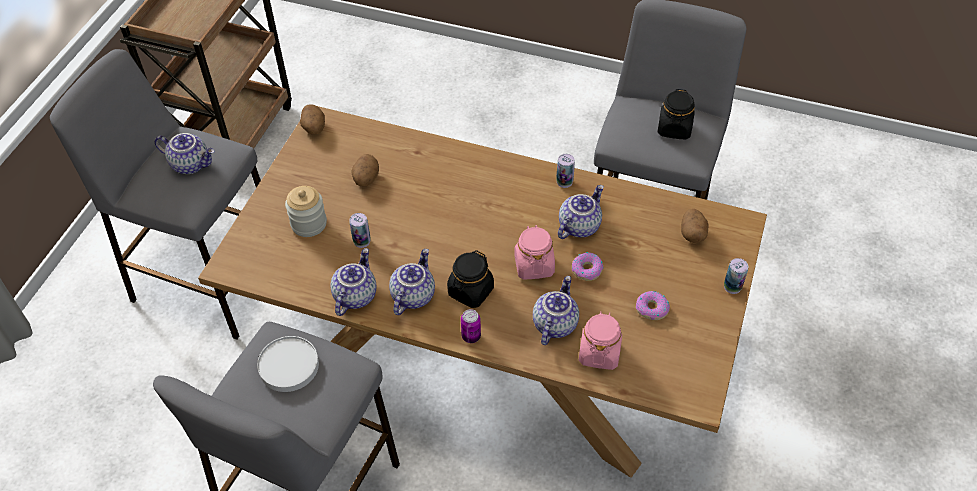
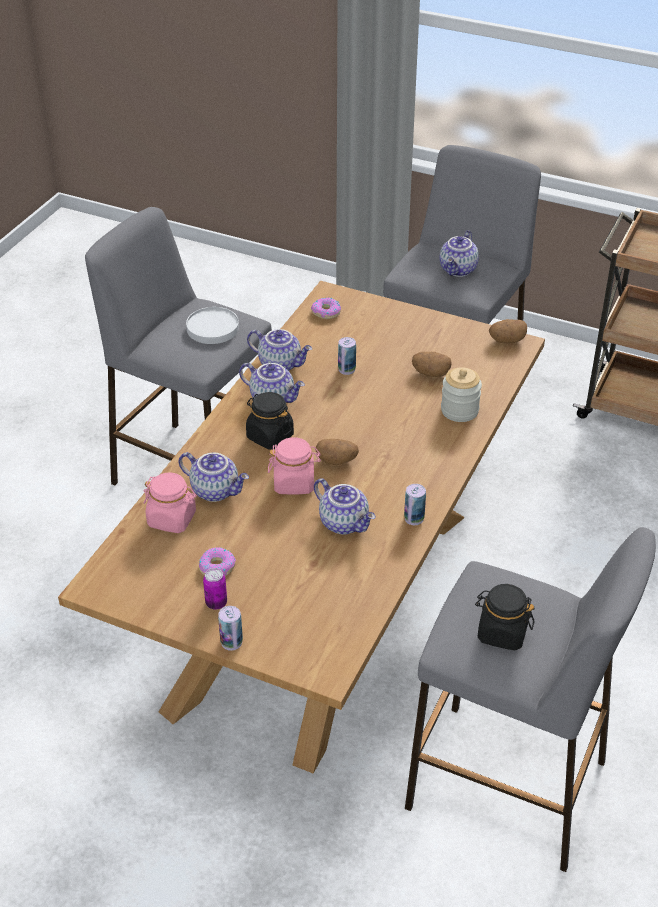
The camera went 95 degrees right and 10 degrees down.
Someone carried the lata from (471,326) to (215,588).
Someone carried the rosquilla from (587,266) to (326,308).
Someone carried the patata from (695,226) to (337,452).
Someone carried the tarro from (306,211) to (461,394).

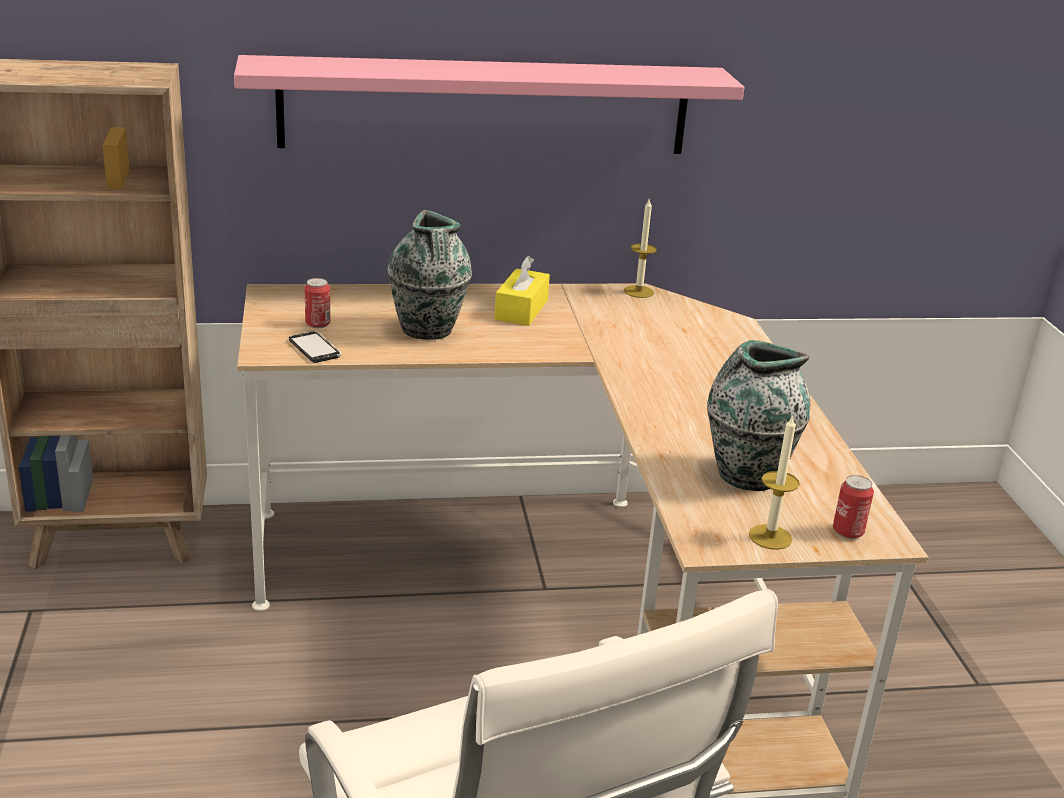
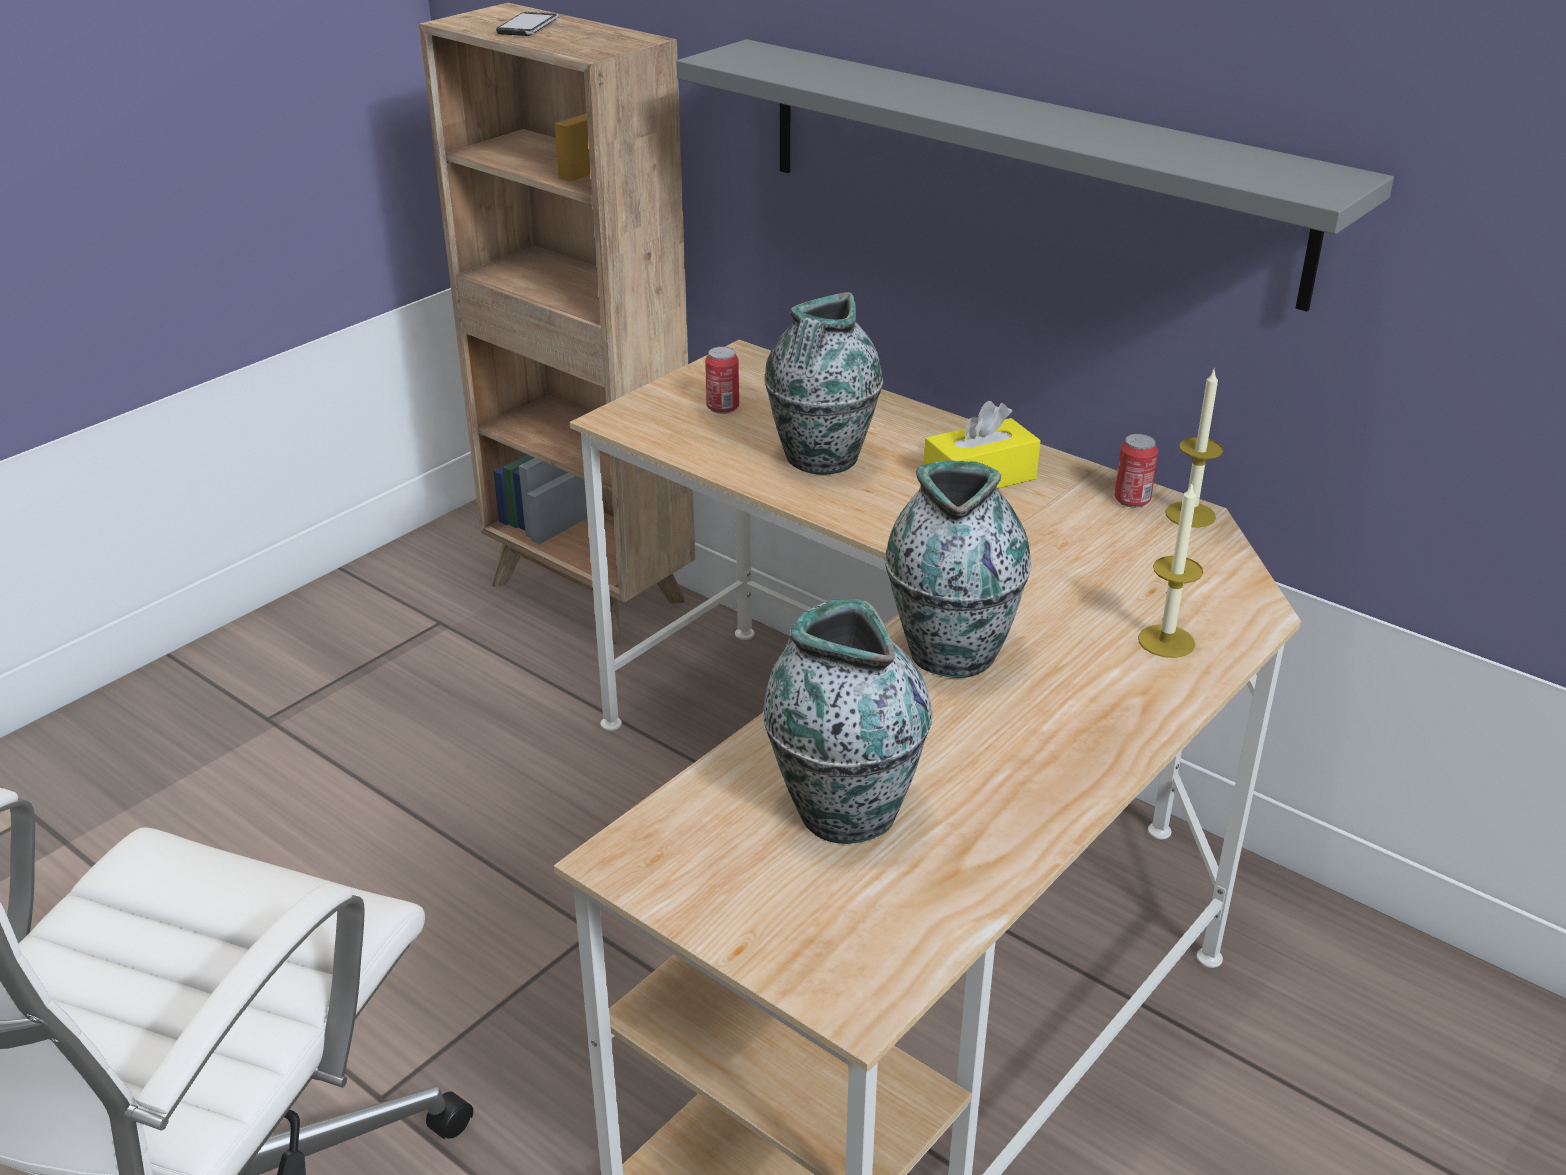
The camera went 50 degrees right and 5 degrees up.
Someone carried the móvil from (315,347) to (527,24).
Someone repainted the estante (rosa) at (489,104), which became the estante (gris) at (1035,175).
Someone put down the florero at (958,569).
Someone carried the lata from (853,507) to (1136,471).
Someone carried the vela from (774,482) to (1170,571).

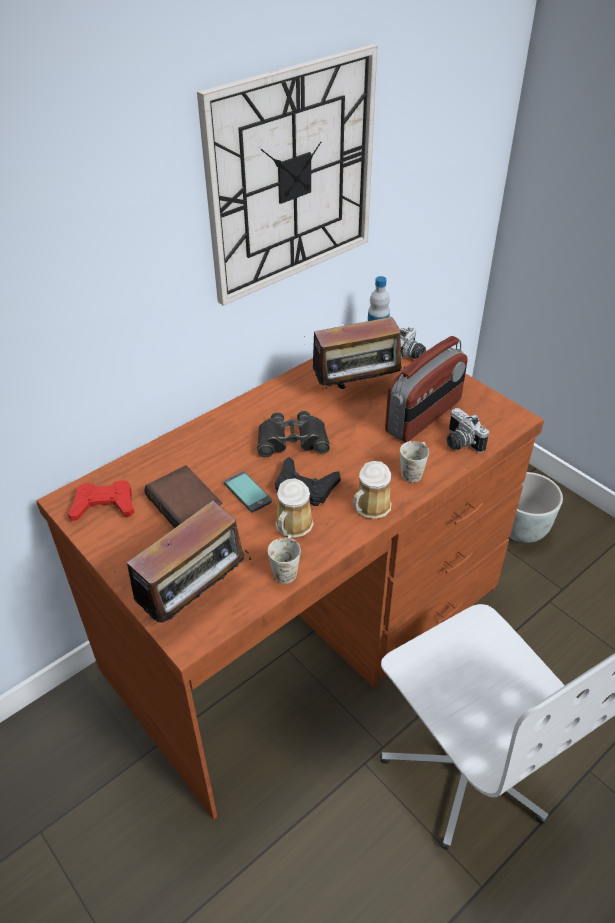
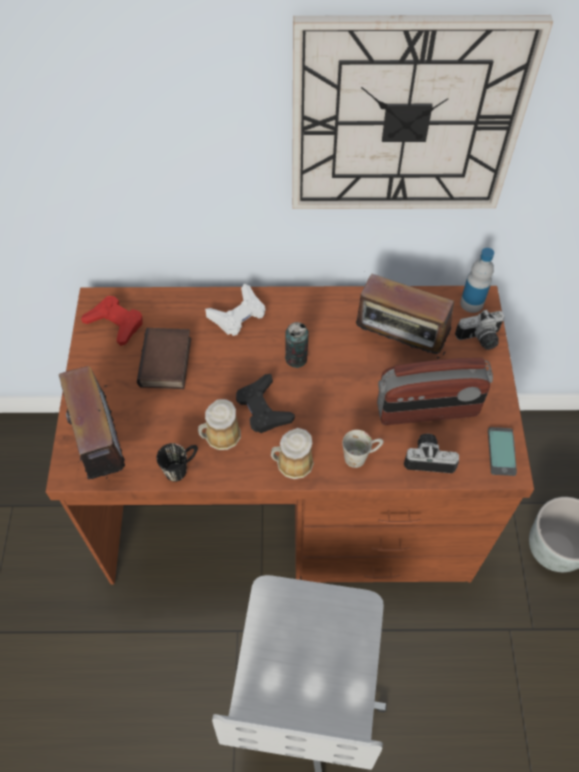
The camera went 40 degrees right and 15 degrees up.
Someone rotated the radio at (189,562) by 105 degrees counterclockwise.
Someone repainted the taza grande (blanco) at (284,559), which became the taza grande (negro) at (177,462).
Someone put down the mando de consola (blanco) at (235,309).
Someone swapped the prismáticos (negro) at (293,434) for the lata at (296,345).
Someone rotated the cámara at (467,430) by 90 degrees clockwise.
Someone carried the móvil from (248,492) to (502,451).

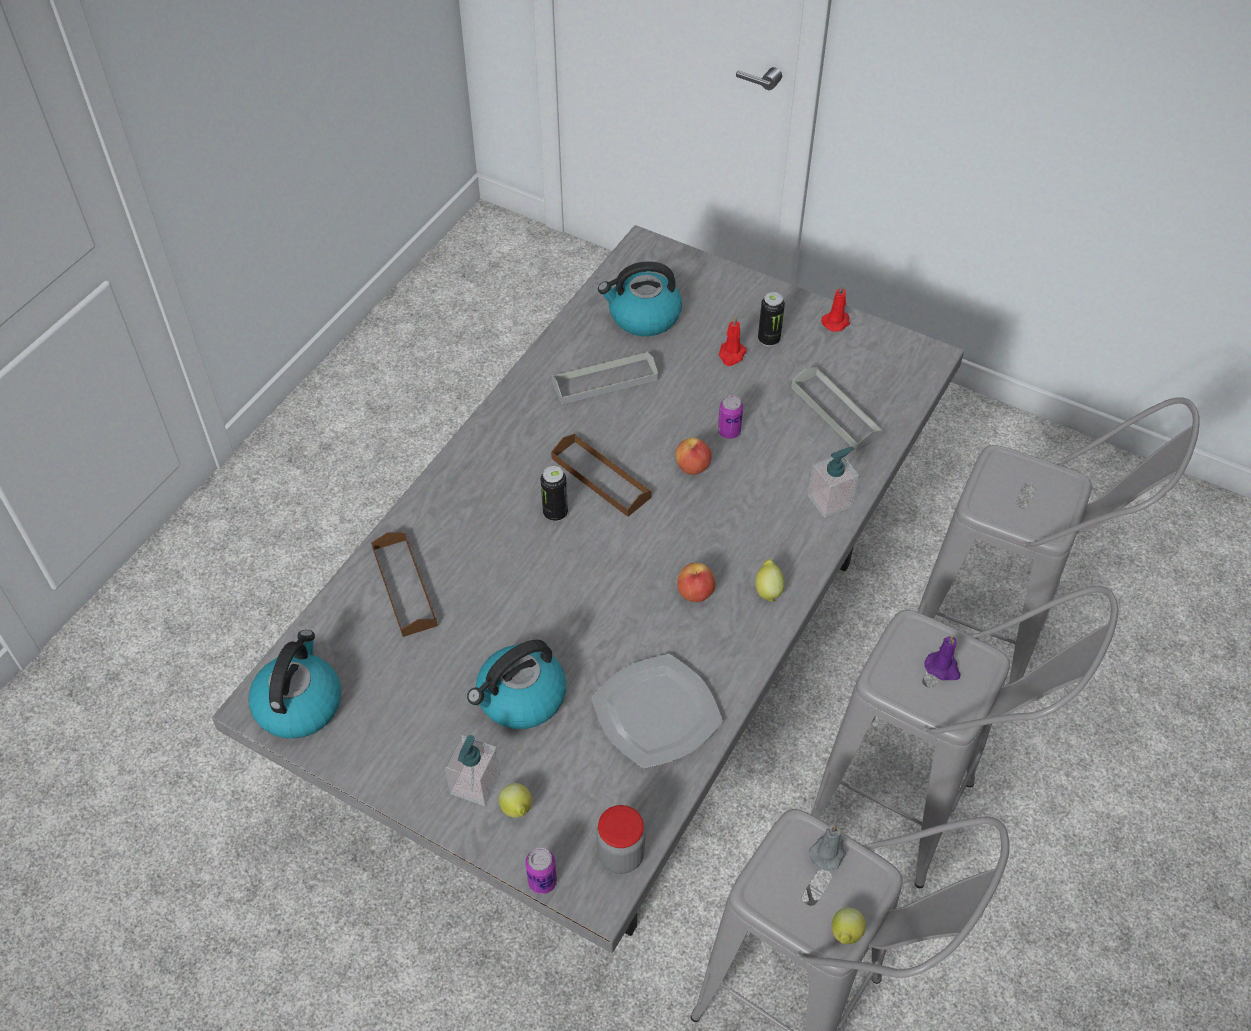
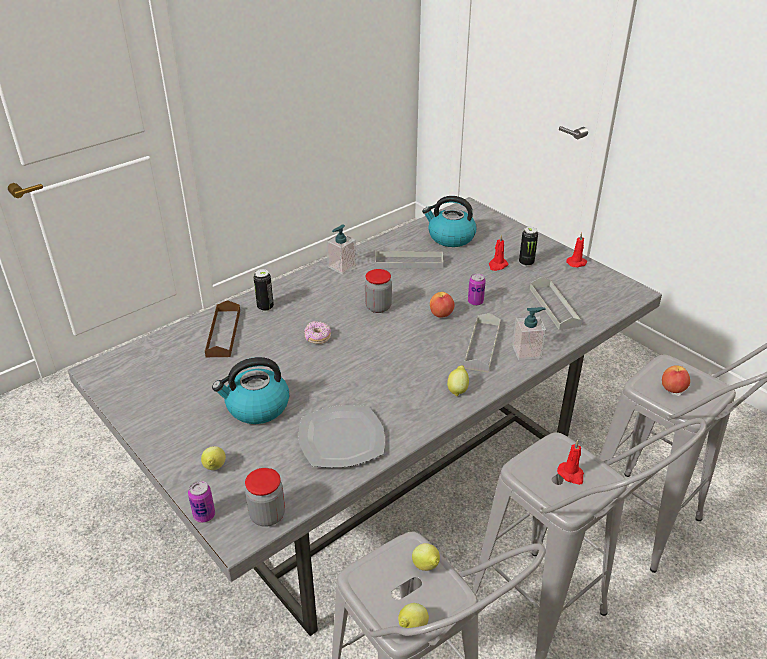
The camera went 20 degrees right and 15 degrees down.
Someone carried the lata from (554,493) to (264,290).
Someone put down the rosquilla at (317,332).
Someone carried the dispensador de jabón from (472,770) to (341,249).
Someone swapped the bandeja (marrón) at (601,475) for the tarro at (378,291).
Someone swapped the vela (gris) at (827,847) for the limón at (426,557).
Someone put down the bandeja (gris) at (482,343).
Someone repainted the vela (morado) at (942,657), which became the vela (rojo) at (570,462).
Someone carried the manzana from (696,582) to (676,379).
Someone took away the hervidor at (295,684).

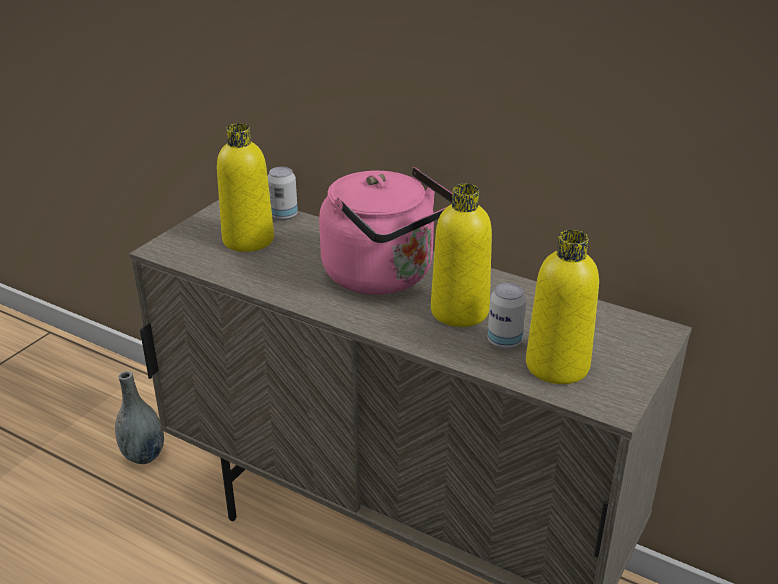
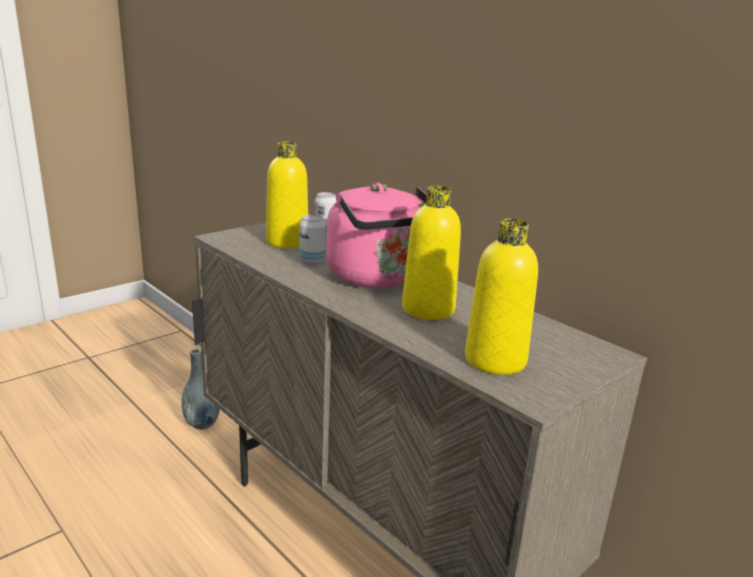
The camera went 15 degrees right and 10 degrees down.
Someone carried the lata from (506,316) to (312,239).

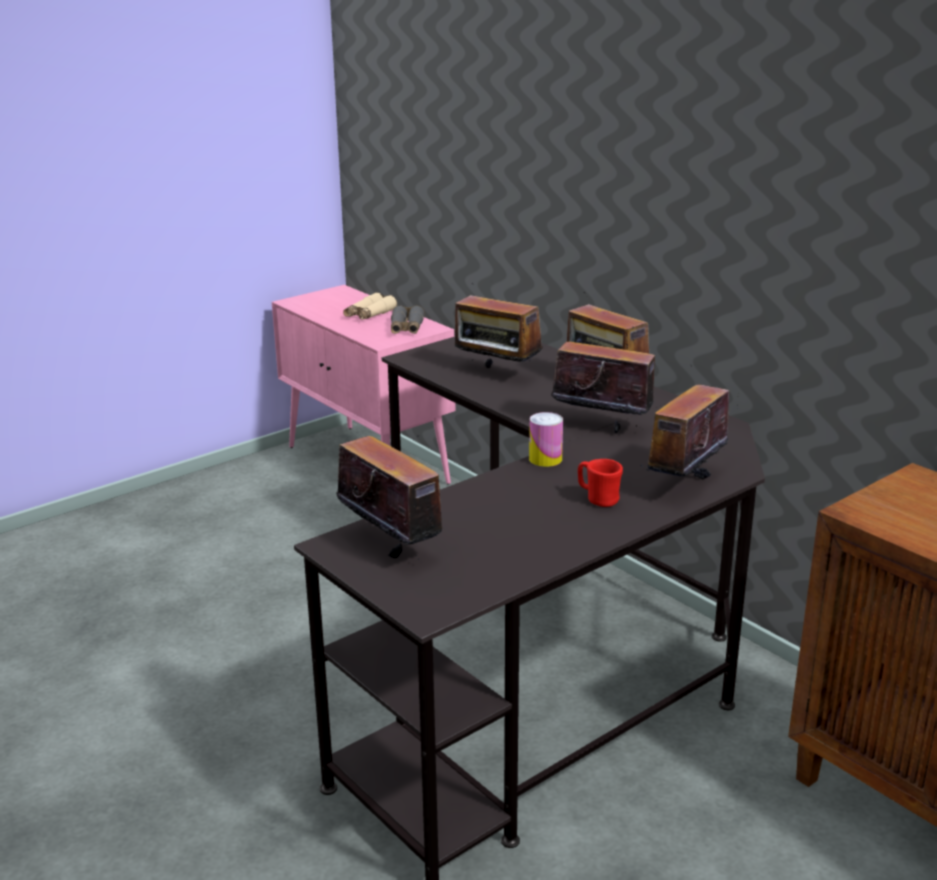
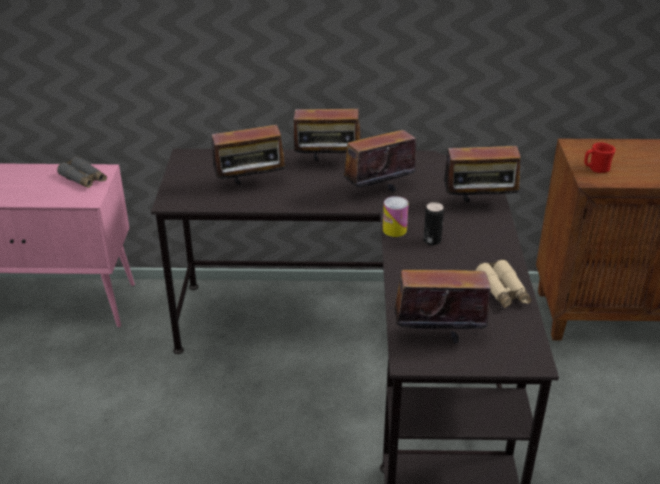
The camera went 50 degrees left and 10 degrees up.
Someone put down the lata at (433,224).
Someone rotated the radio at (689,422) by 75 degrees counterclockwise.
Someone carried the prismáticos (beis) from (370,306) to (503,283).
Someone carried the taza grande (rojo) from (600,483) to (599,157).

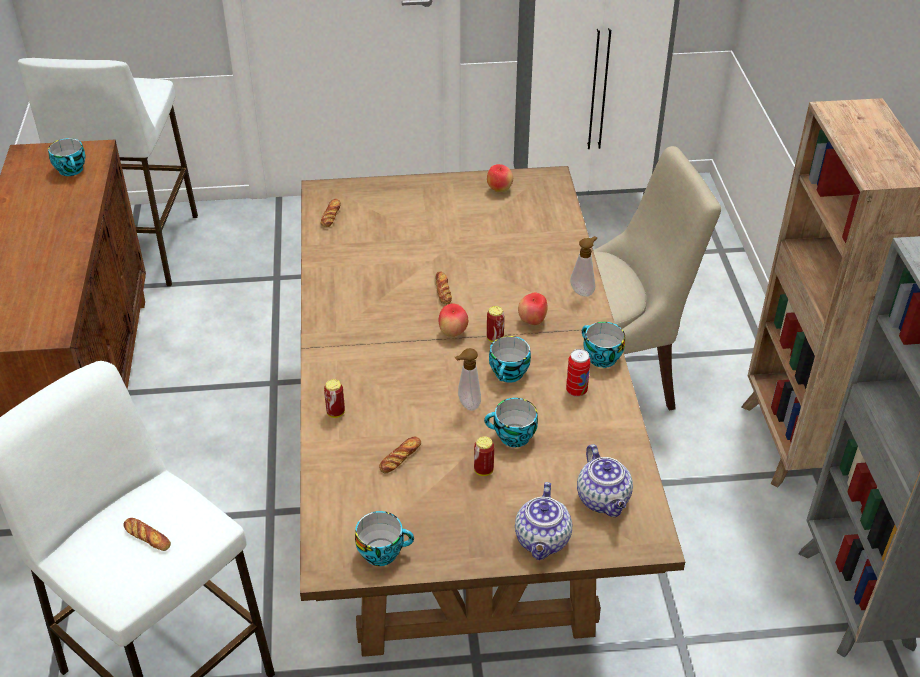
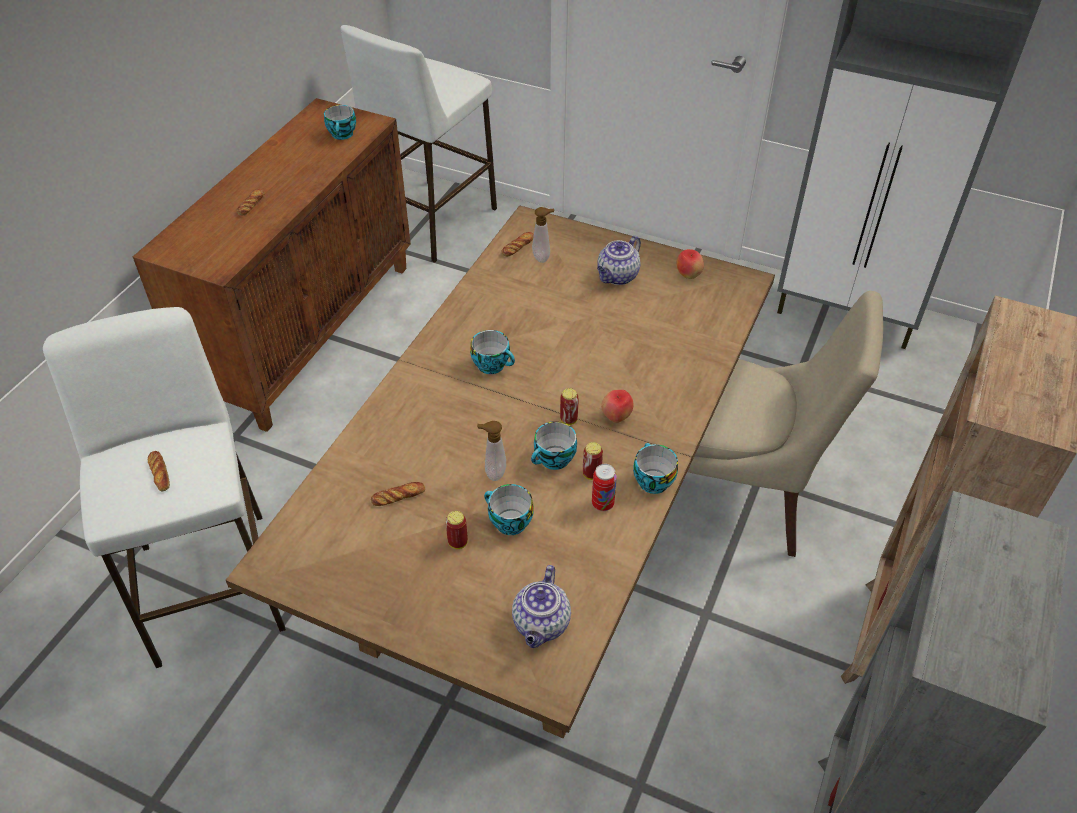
The camera went 30 degrees right and 5 degrees up.
Someone carried the pan from (443,288) to (251,202).
Someone carried the taza from (384,538) to (492,352).
Someone carried the dispensador de jabón from (583,266) to (543,235).
Someone carried the lata from (334,398) to (593,461).
Someone carried the tetera from (543,521) to (619,260).
Someone took away the manzana at (453,320).

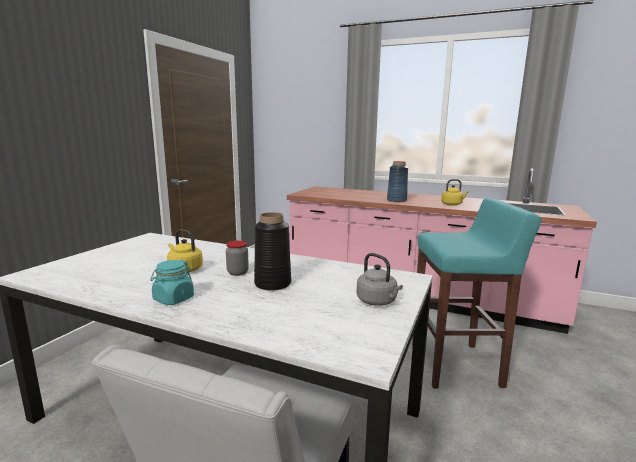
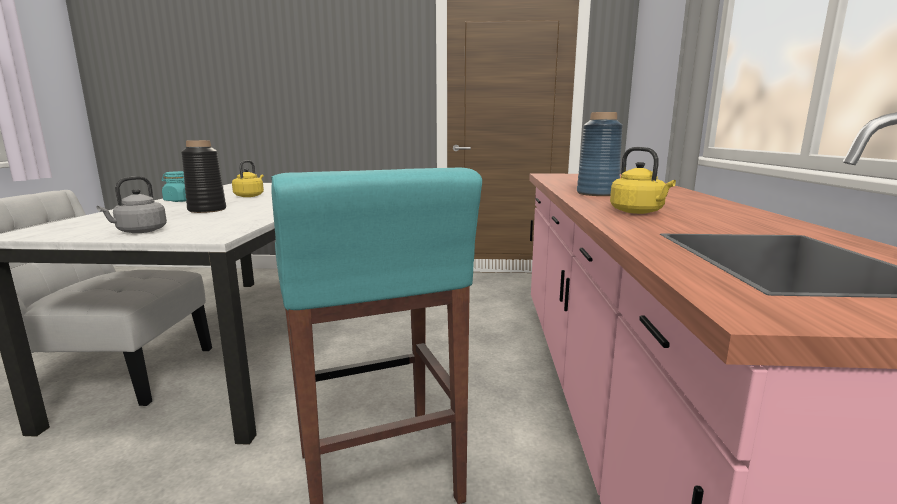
The camera went 70 degrees right and 0 degrees up.
Someone took away the tarro at (237,258).

